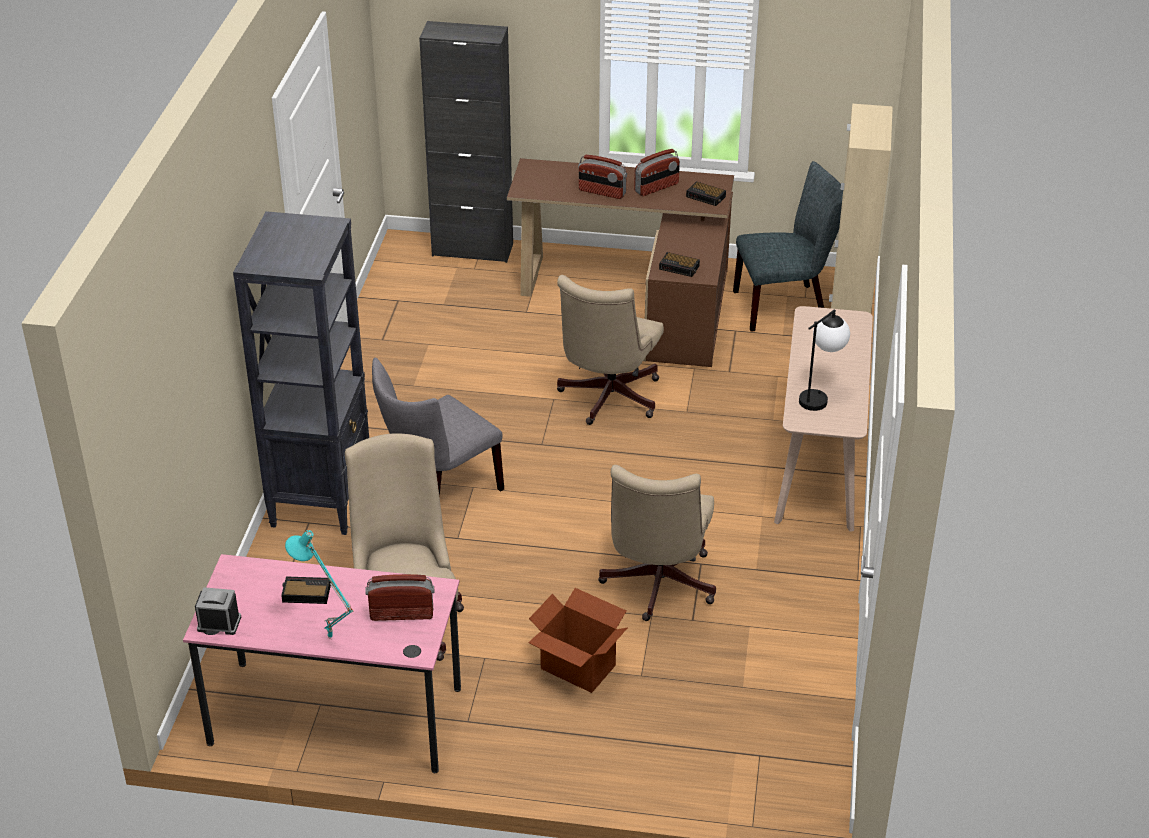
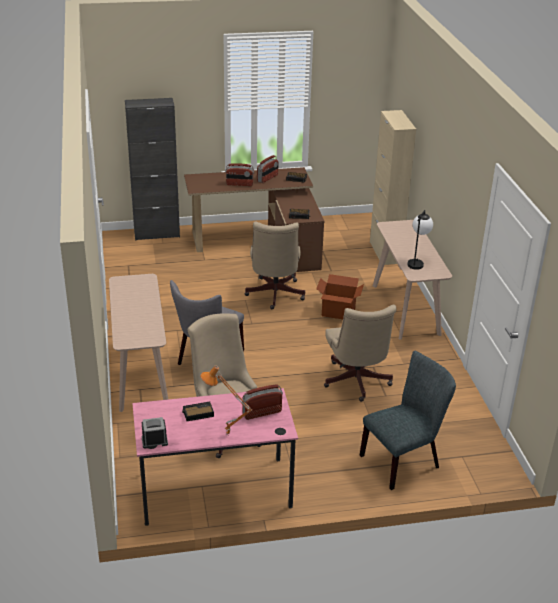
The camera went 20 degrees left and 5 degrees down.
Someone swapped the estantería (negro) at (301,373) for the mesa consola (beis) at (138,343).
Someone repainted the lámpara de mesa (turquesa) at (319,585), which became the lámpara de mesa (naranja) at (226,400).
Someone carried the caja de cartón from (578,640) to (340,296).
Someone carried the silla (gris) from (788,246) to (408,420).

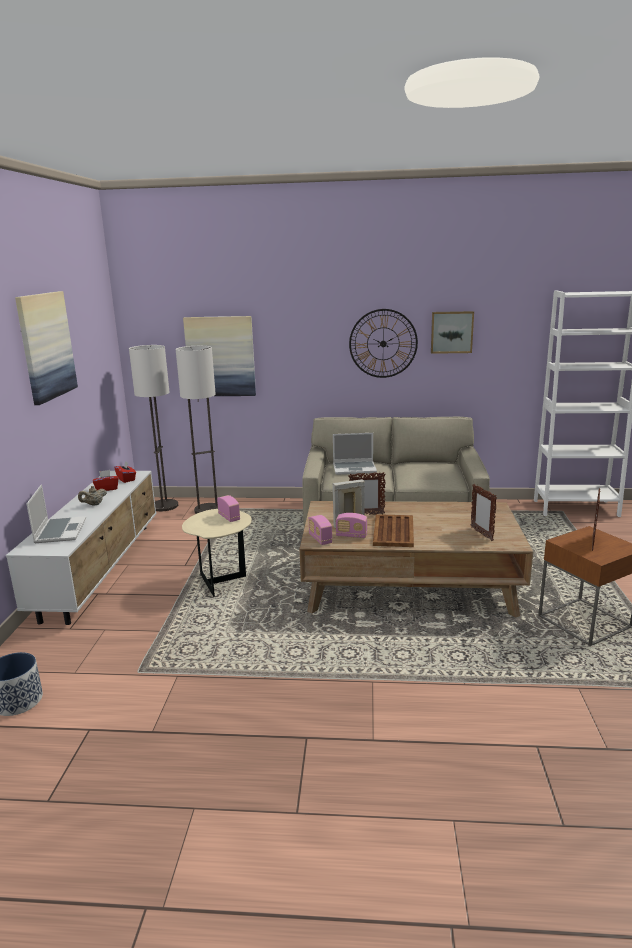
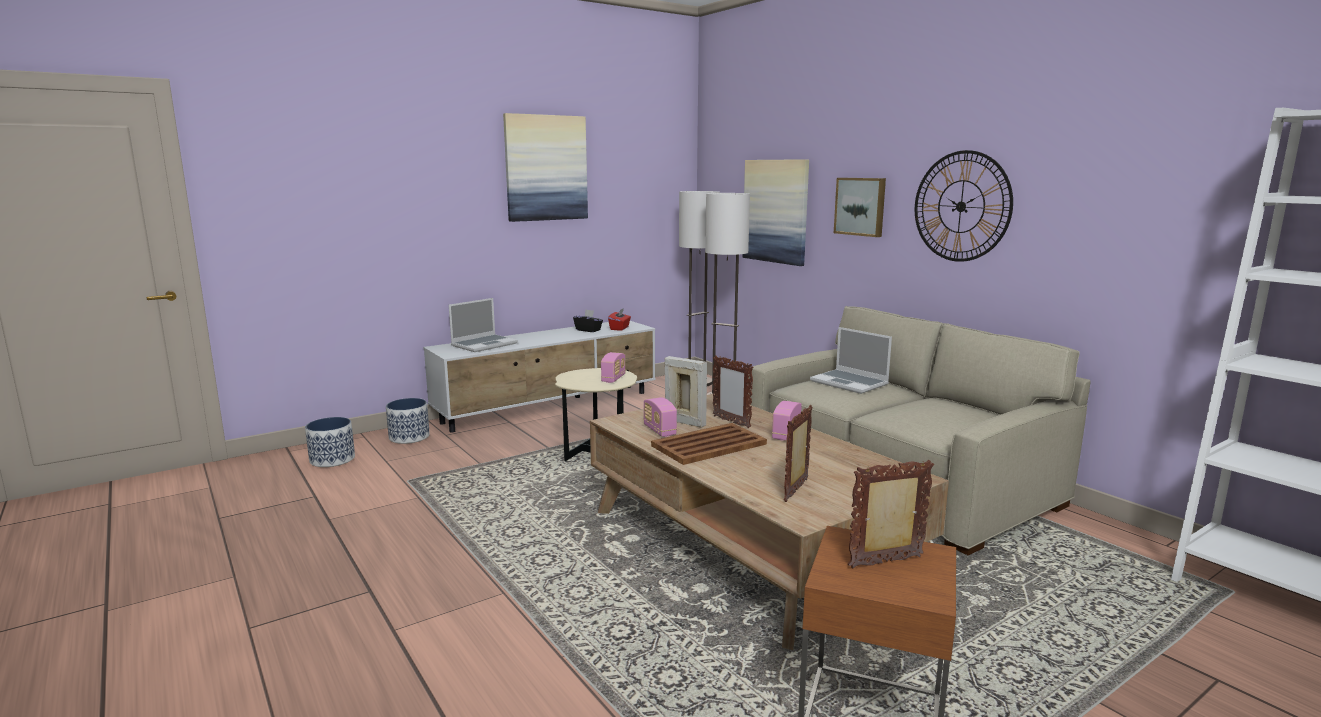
The camera went 50 degrees right and 5 degrees down.
Someone put down the maceta at (408,421).
Someone repainted the caja de pañuelos (rojo) at (105,480), which became the caja de pañuelos (negro) at (588,321).
Someone carried the radio from (320,530) to (787,421).
Someone carried the cuadro from (452,332) to (860,207).
Someone took away the tetera (beis) at (92,496).

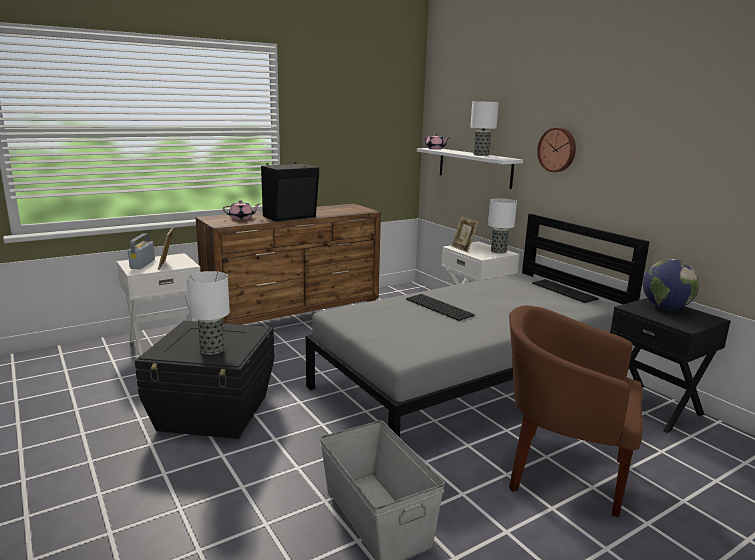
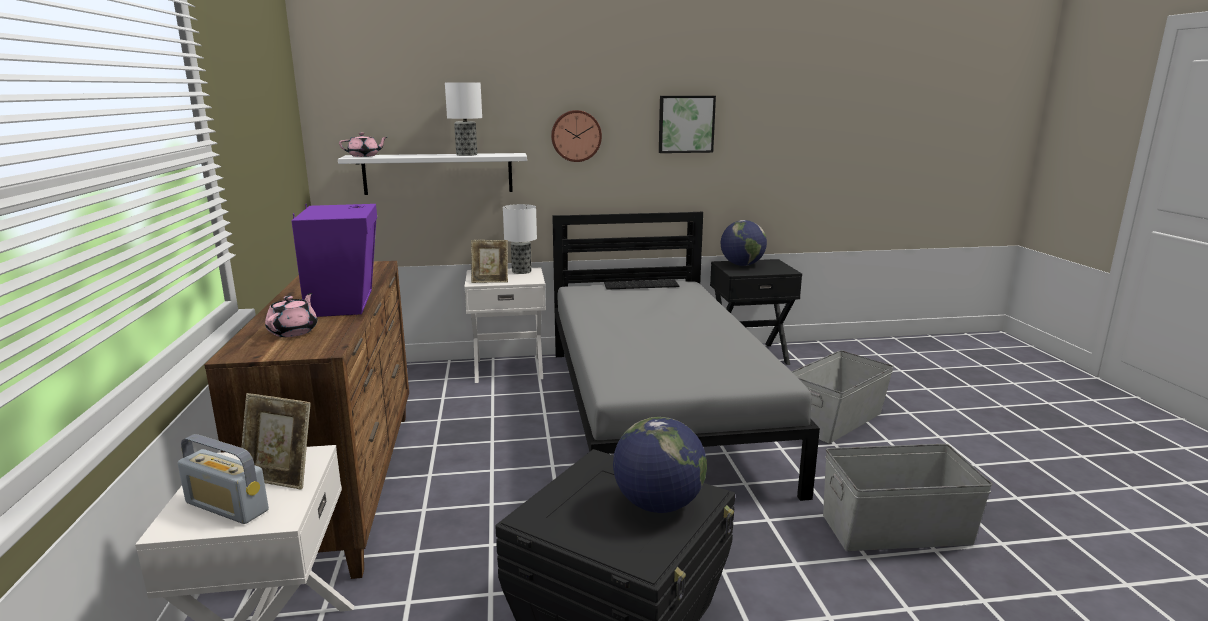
The camera went 65 degrees left and 0 degrees up.
Someone repainted the altavoz (negro) at (290,191), which became the altavoz (morado) at (334,260).
Someone swapped the lámpara de mesa at (208,313) for the globo terráqueo at (660,465).
Someone put up the cuadro at (687,124).
Someone swapped the sillón (marrón) at (576,411) for the caja de almacenaje (gris) at (843,396).
Someone took away the teclado at (440,307).

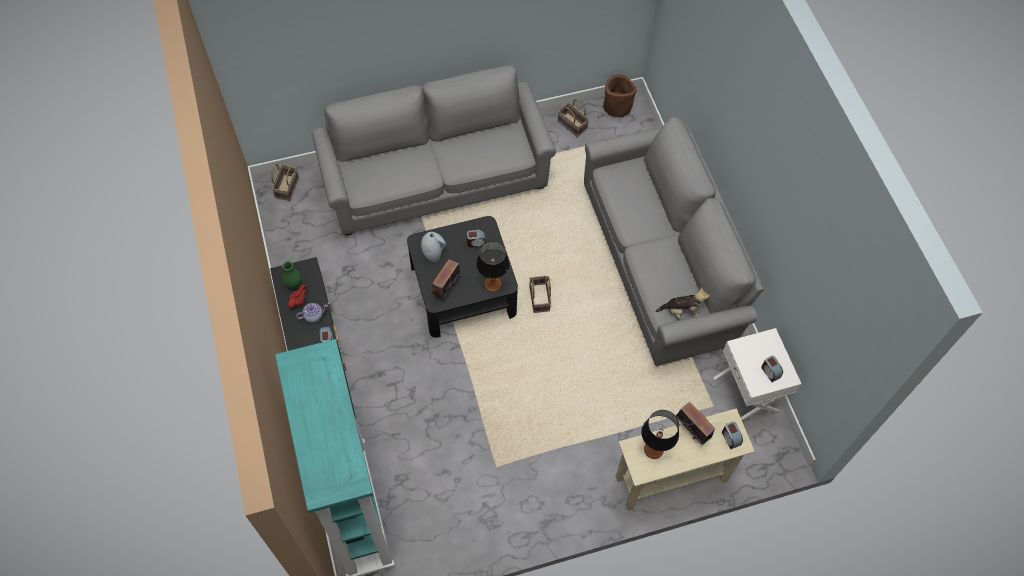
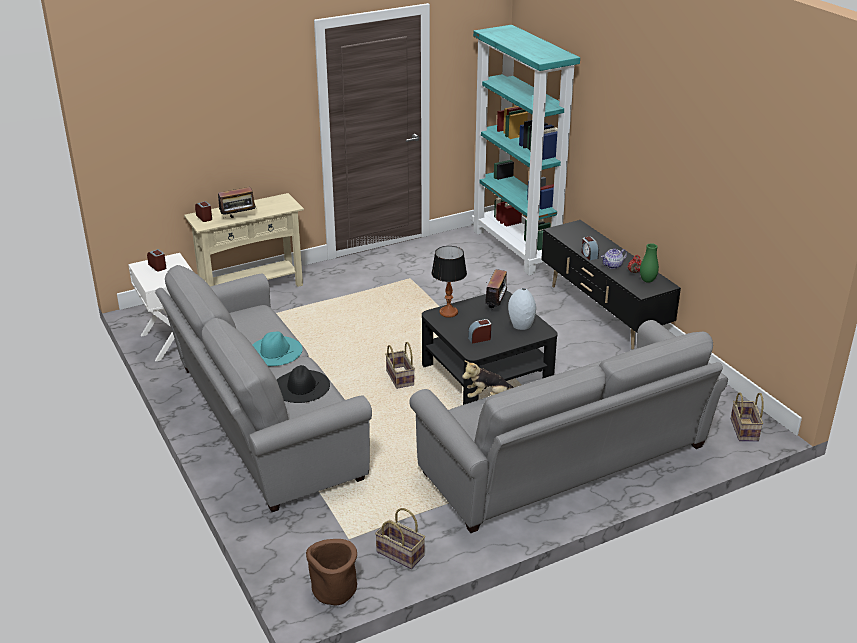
The camera went 170 degrees right and 30 degrees down.
Someone rotated the radio at (695,423) by 60 degrees counterclockwise.
Someone put down the sombrero (turquesa) at (278,349).
Someone put down the sombrero (negro) at (303,384).
Someone carried the peluche from (682,303) to (488,379).
Someone took away the lámpara de mesa at (660,434).

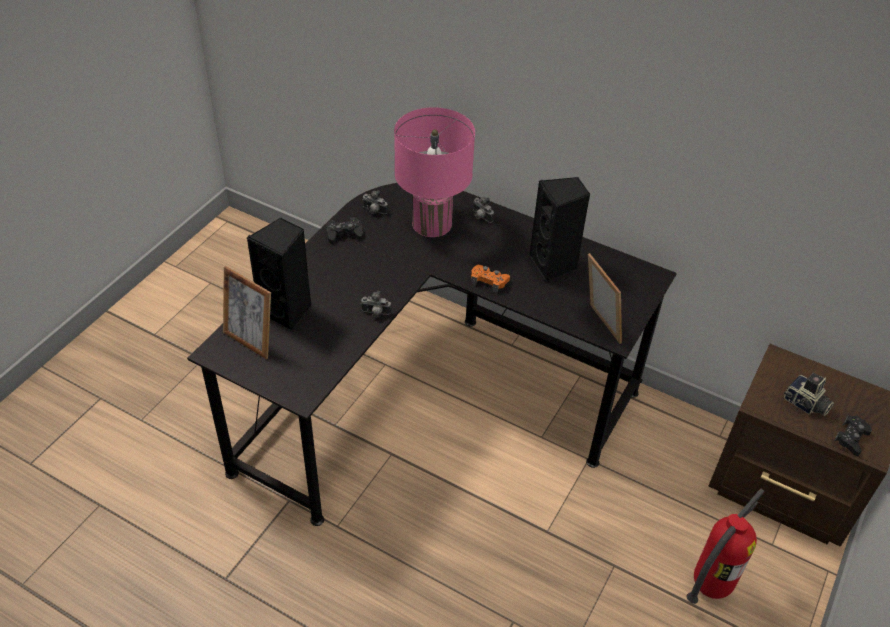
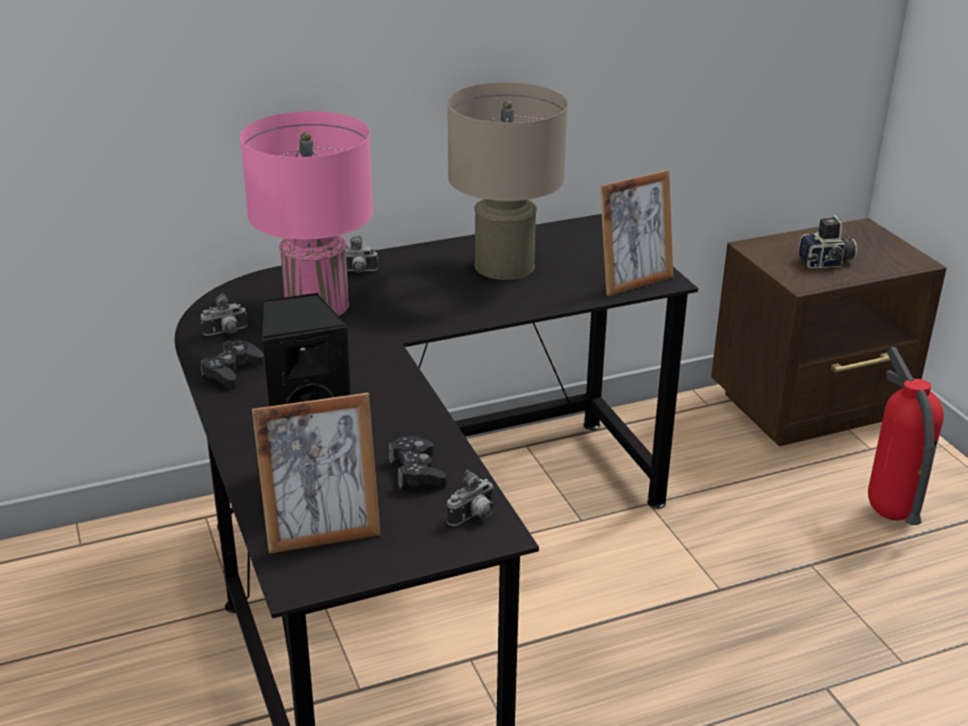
The camera went 50 degrees left and 15 degrees down.
Someone carried the mando de consola (negro) from (853,435) to (418,462).
Someone swapped the altavoz (negro) at (559,229) for the lámpara de mesa (beis) at (507,181).
Someone carried the cámara from (376,304) to (470,498).
Someone rotated the portarretratos at (605,298) by 135 degrees clockwise.
Someone took away the mando de consola (naranja) at (490,279).

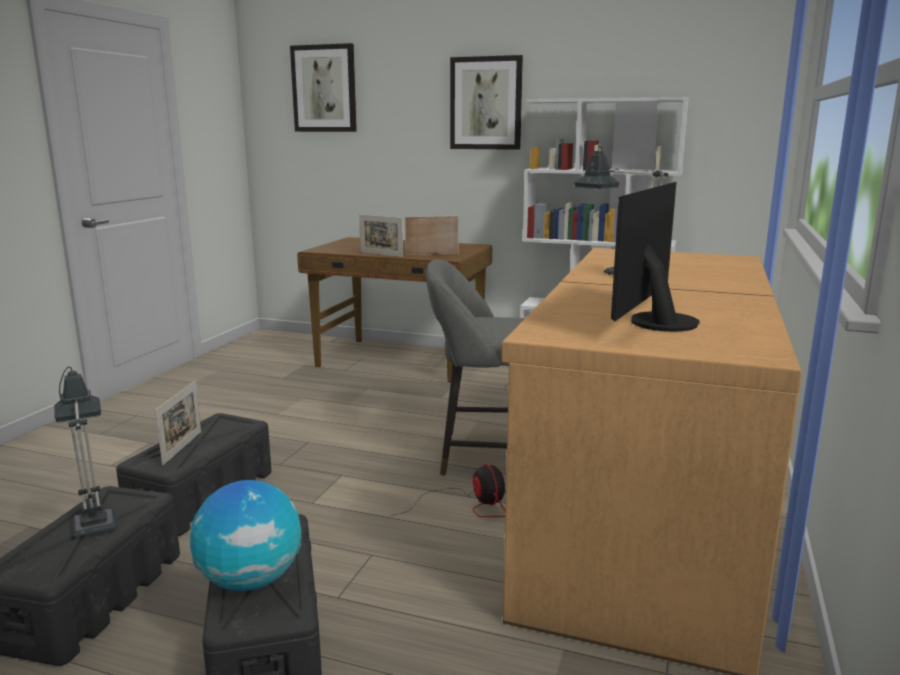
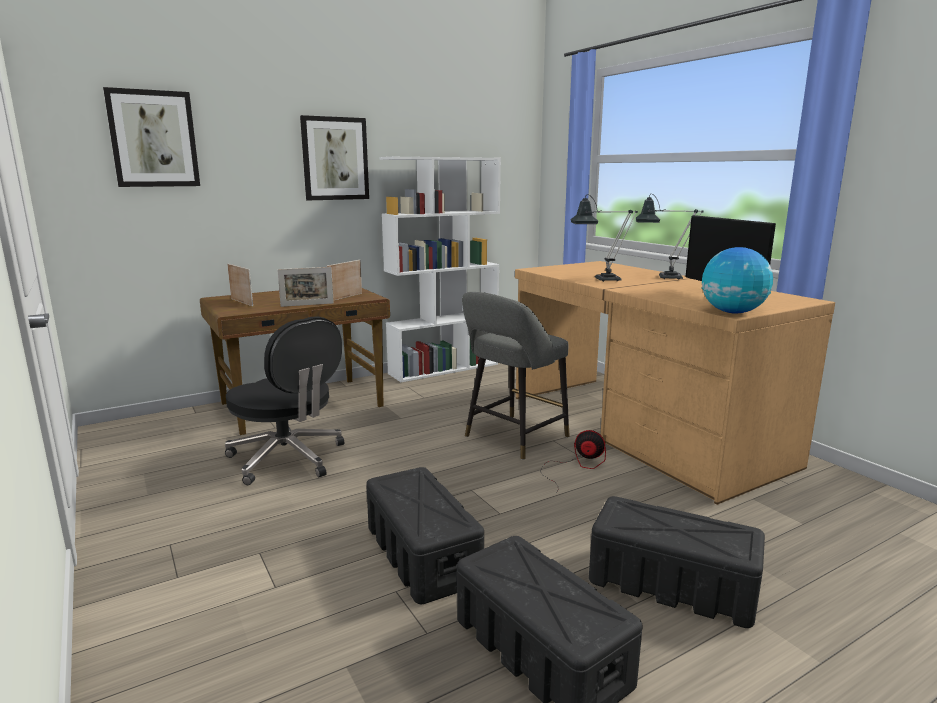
The camera went 50 degrees left and 0 degrees up.
Someone put down the silla de oficina (negro) at (284,400).
Someone carried the portarretratos from (178,423) to (240,285).
Someone carried the lámpara de mesa from (86,452) to (670,237).
Someone carried the globo terráqueo from (245,535) to (737,280).

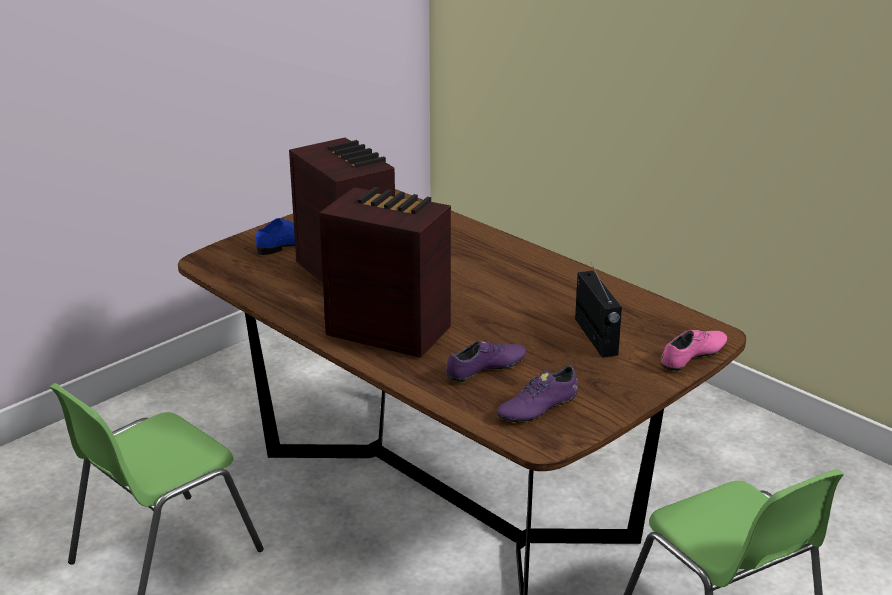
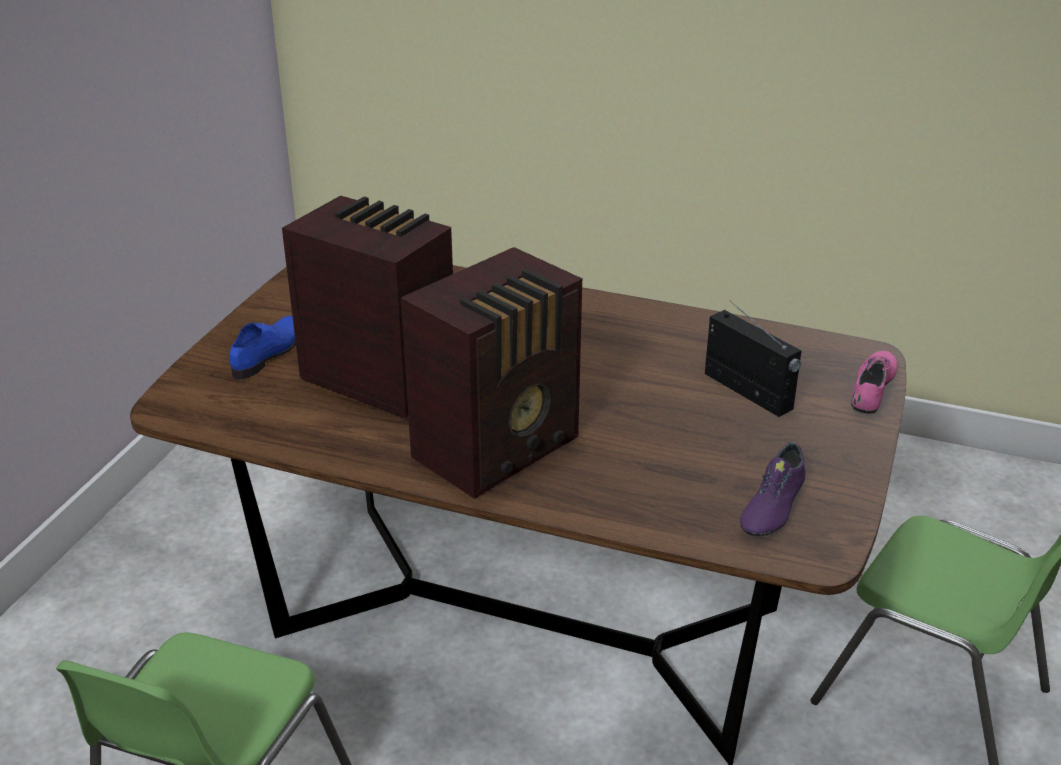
The camera went 25 degrees left and 5 degrees up.
Someone rotated the radio at (385,272) by 135 degrees clockwise.
Someone took away the zapato (morado) at (486,362).

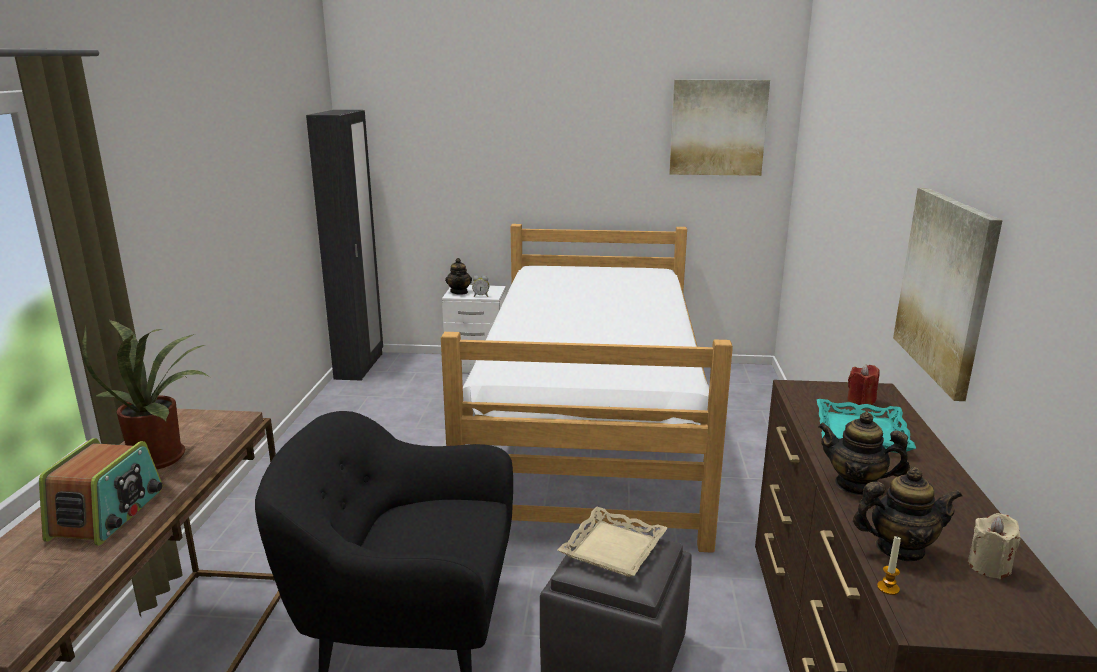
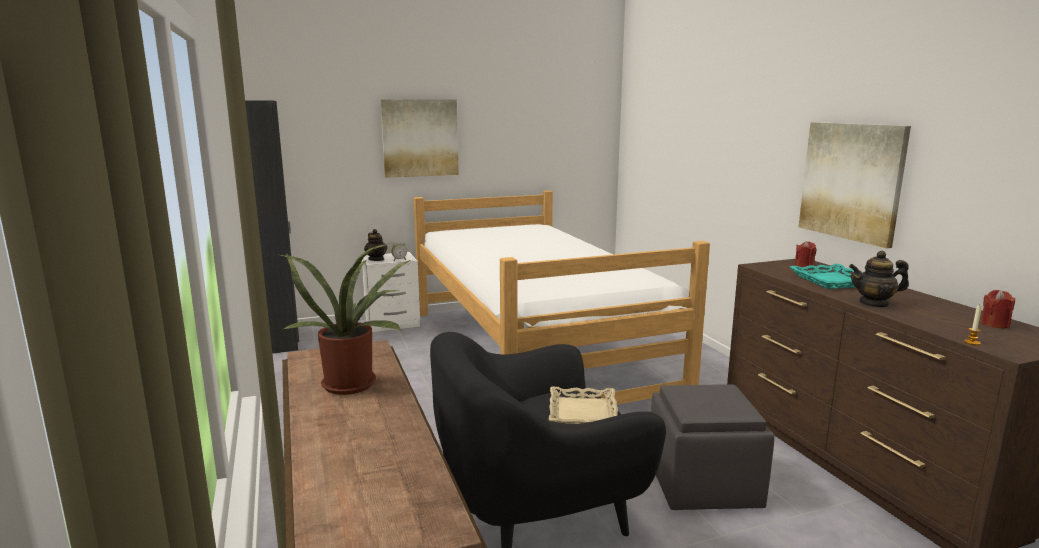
The camera went 25 degrees left and 5 degrees down.
Someone carried the cuadro from (719,128) to (419,138).
Someone carried the bandeja (beis) from (613,542) to (583,405).
Someone repainted the vela (beis) at (994,546), which became the vela (rojo) at (997,309).
Someone took away the radio at (101,492).
Someone took away the tetera at (907,514).

